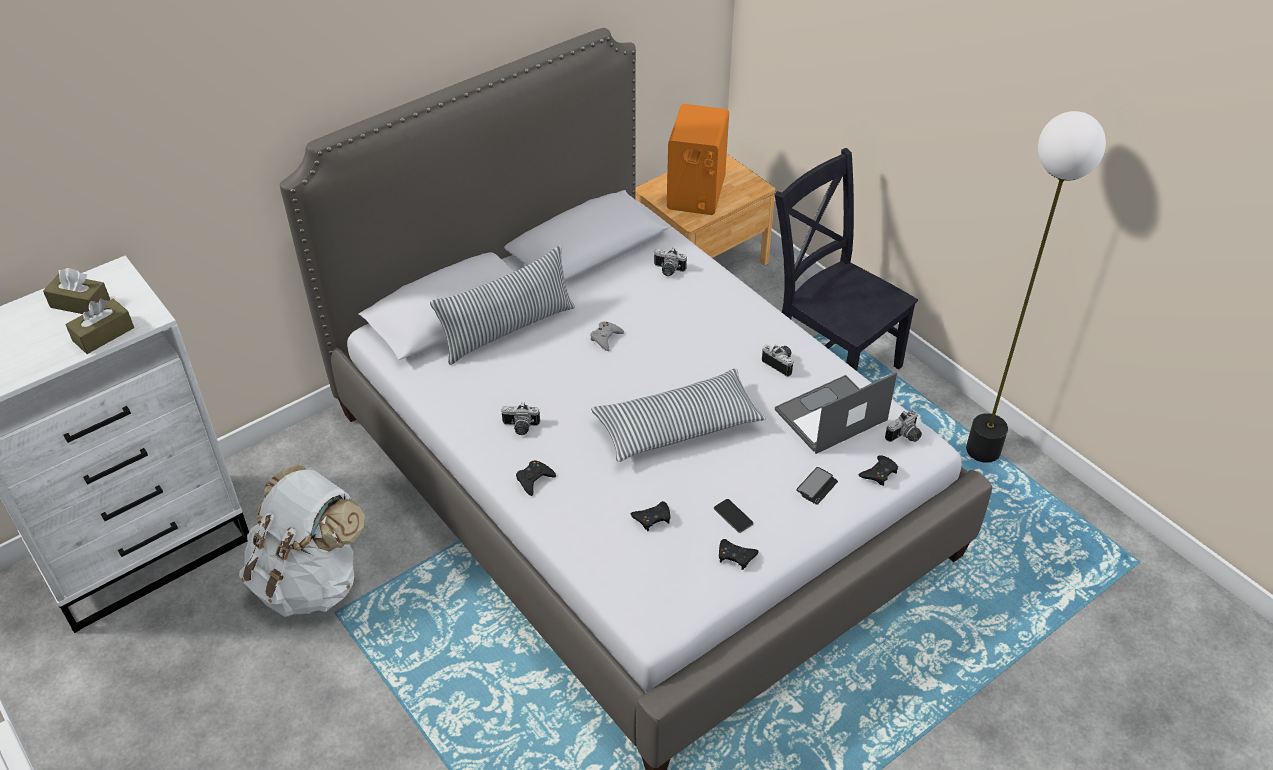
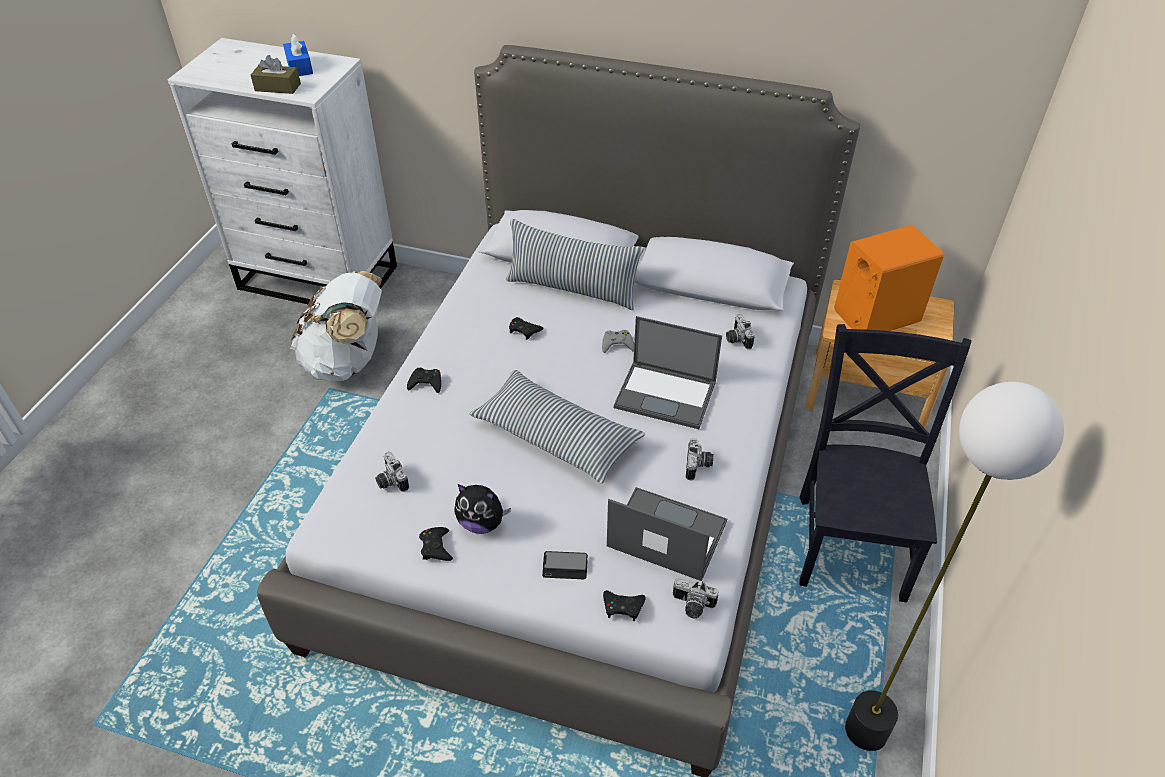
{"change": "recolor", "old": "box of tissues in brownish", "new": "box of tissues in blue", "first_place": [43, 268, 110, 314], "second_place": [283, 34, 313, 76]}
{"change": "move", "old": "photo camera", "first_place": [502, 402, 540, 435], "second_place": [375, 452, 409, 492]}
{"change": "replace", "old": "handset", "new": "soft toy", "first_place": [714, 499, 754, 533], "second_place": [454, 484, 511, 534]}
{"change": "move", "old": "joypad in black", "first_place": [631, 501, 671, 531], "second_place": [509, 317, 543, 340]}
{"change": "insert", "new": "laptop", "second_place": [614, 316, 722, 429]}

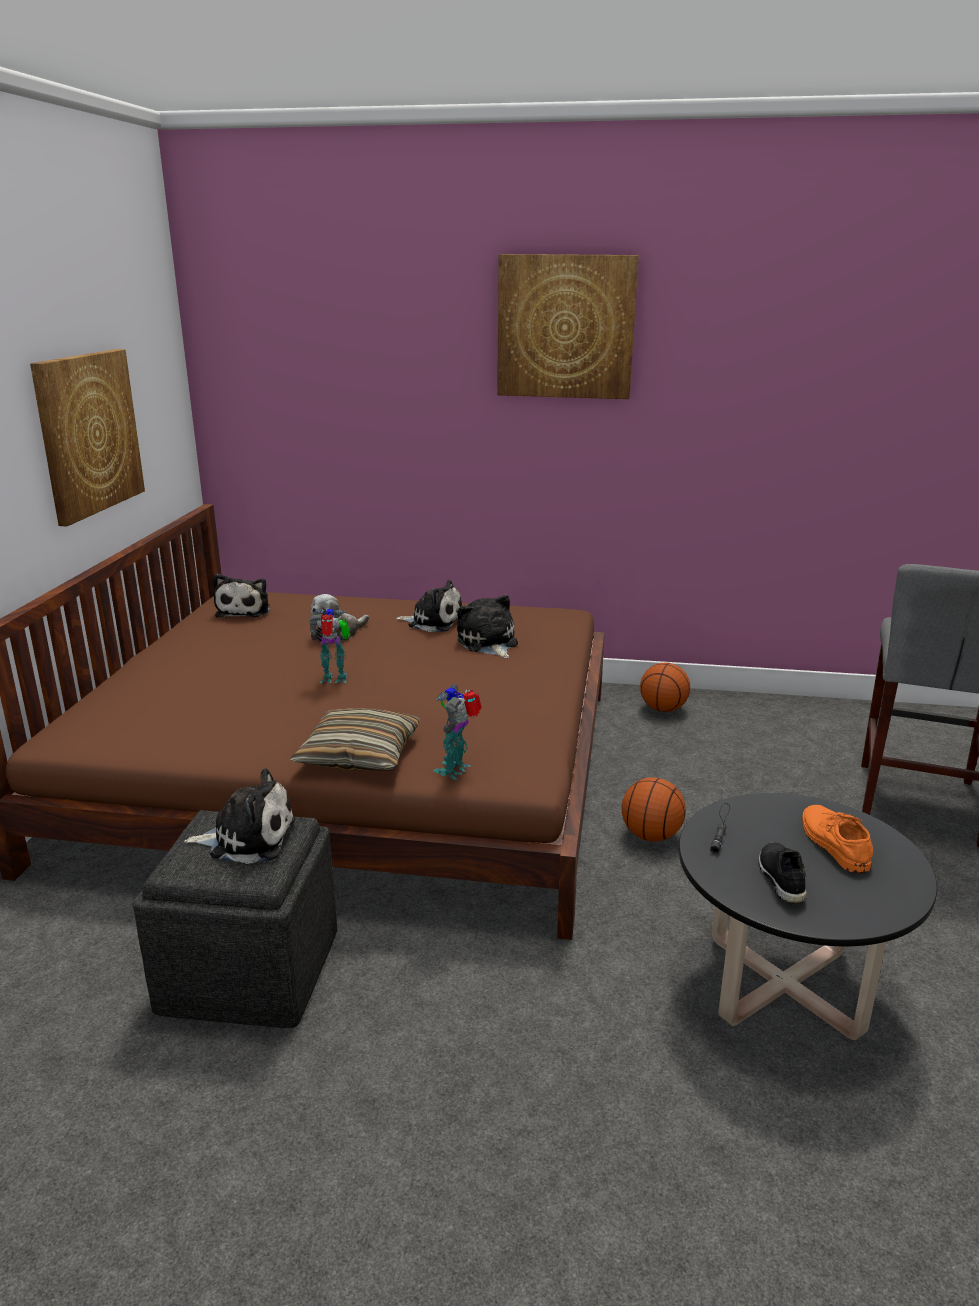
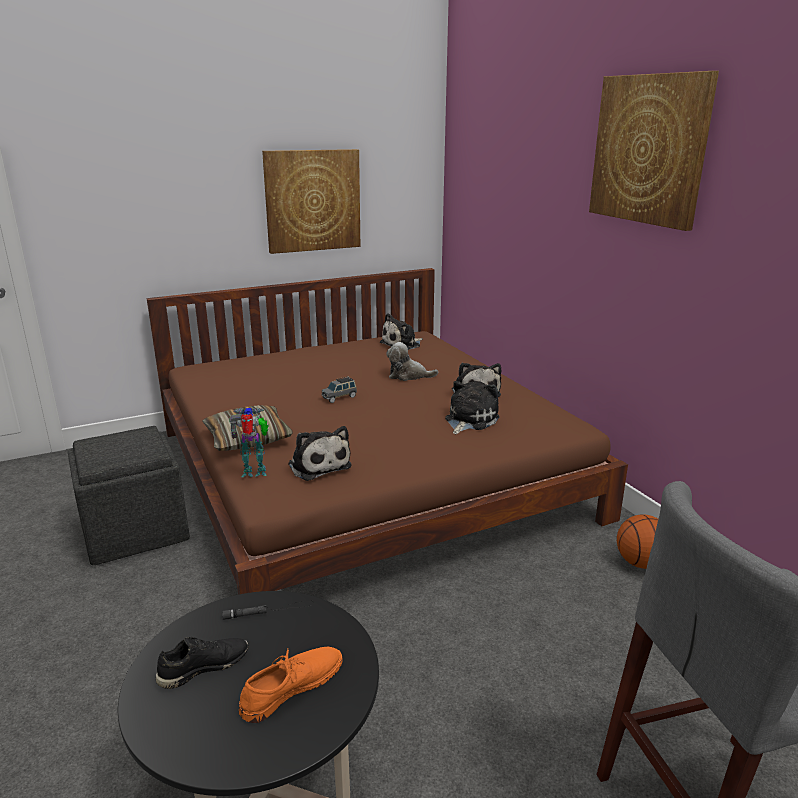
{"change": "move", "old": "soft toy", "first_place": [184, 768, 295, 864], "second_place": [288, 426, 352, 481]}
{"change": "replace", "old": "toy robot", "new": "toy car in grey", "first_place": [309, 608, 350, 683], "second_place": [322, 376, 357, 403]}
{"change": "delete", "old": "ball for basketball", "first_place": [622, 777, 686, 842]}

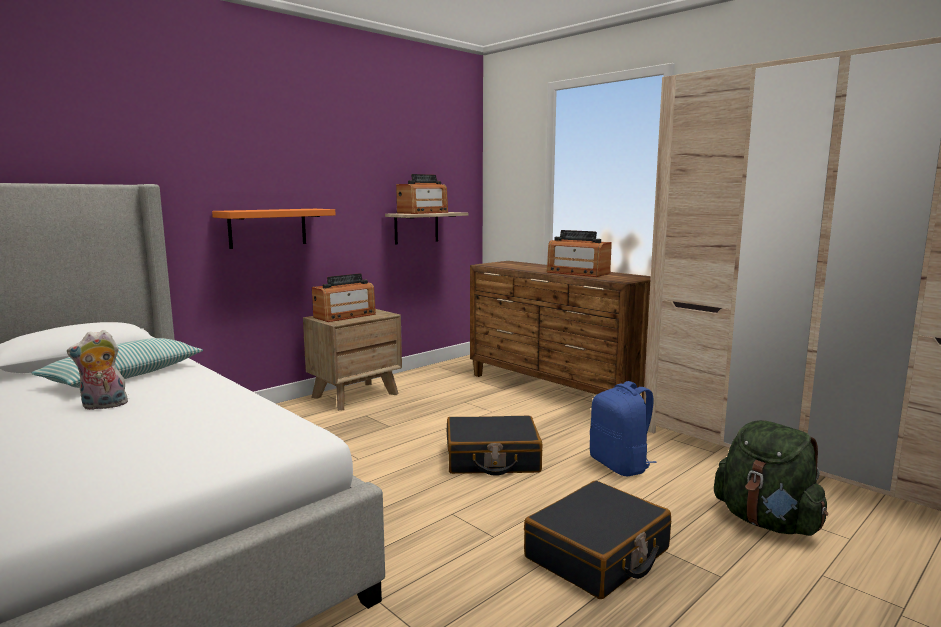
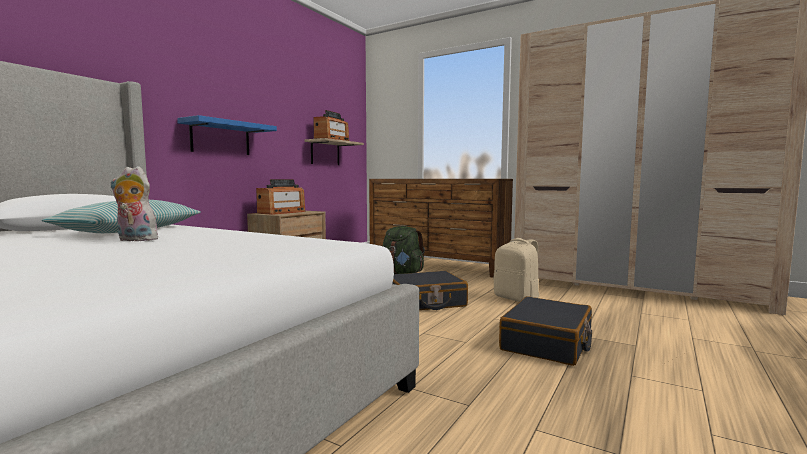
{"change": "rotate", "old": "soft toy", "first_place": [67, 330, 128, 410], "second_place": [110, 166, 158, 241], "degrees": 45}
{"change": "recolor", "old": "shelf in orange-coloured", "new": "shelf in blue", "first_place": [212, 209, 335, 249], "second_place": [177, 115, 277, 155]}
{"change": "move", "old": "backpack in greenish", "first_place": [714, 420, 828, 536], "second_place": [383, 226, 425, 274]}
{"change": "recolor", "old": "backpack in blue", "new": "backpack in beige-coloured", "first_place": [590, 381, 657, 476], "second_place": [493, 238, 540, 302]}
{"change": "delete", "old": "radio set", "first_place": [547, 230, 612, 277]}

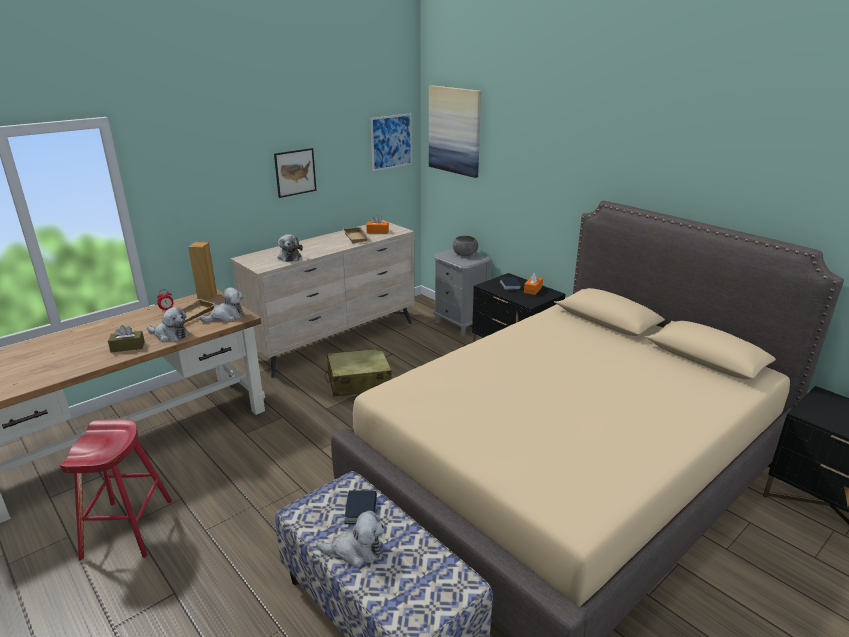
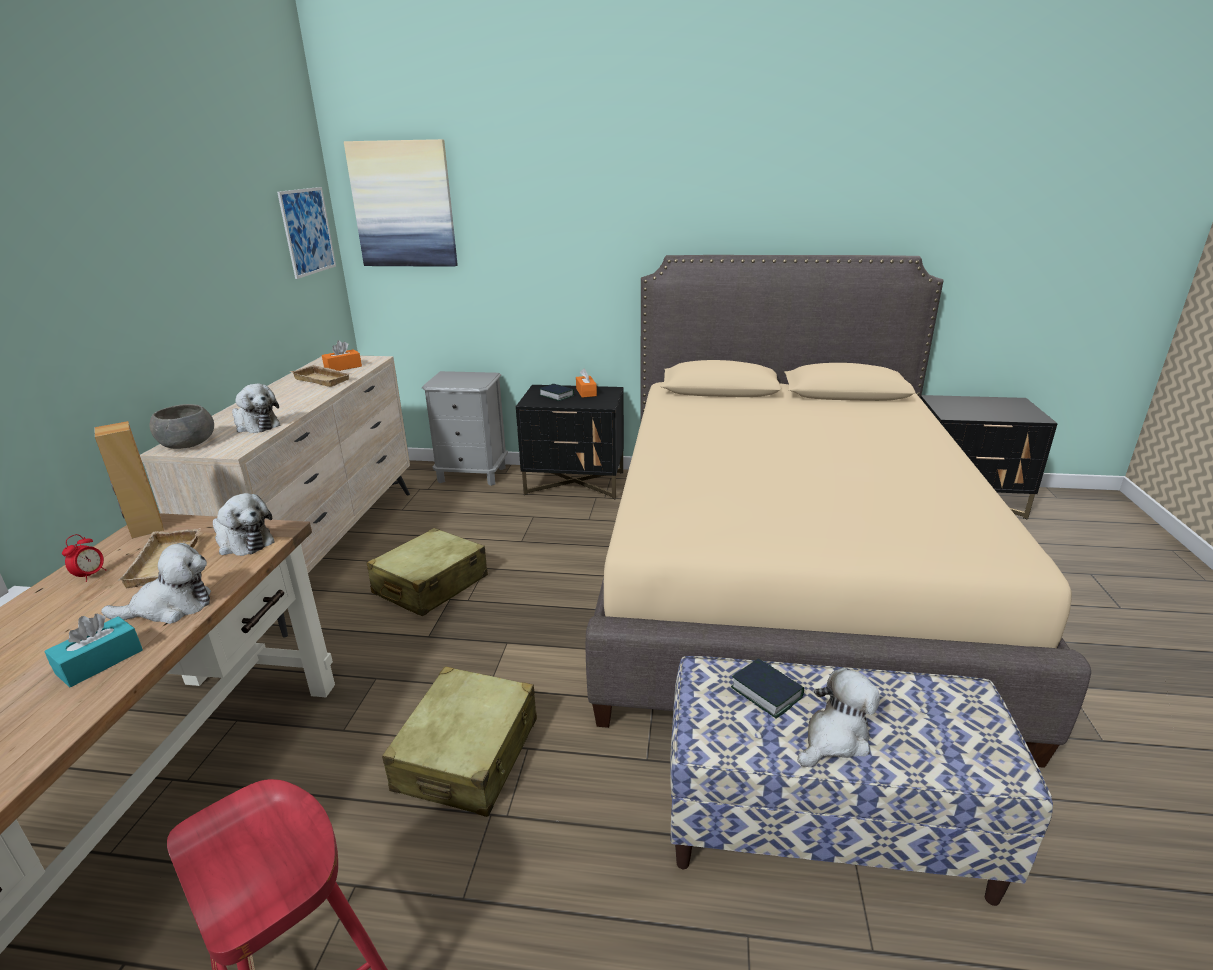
{"change": "recolor", "old": "box of tissues in brownish", "new": "box of tissues in blue-green", "first_place": [108, 325, 145, 352], "second_place": [44, 614, 143, 687]}
{"change": "move", "old": "deep dish in grey", "first_place": [453, 236, 478, 256], "second_place": [149, 404, 214, 449]}
{"change": "rotate", "old": "soft toy", "first_place": [200, 287, 244, 322], "second_place": [213, 493, 275, 556], "degrees": 105}
{"change": "insert", "new": "travel case in beige-coloured", "second_place": [382, 666, 537, 817]}
{"change": "delete", "old": "wall art", "first_place": [274, 148, 317, 198]}

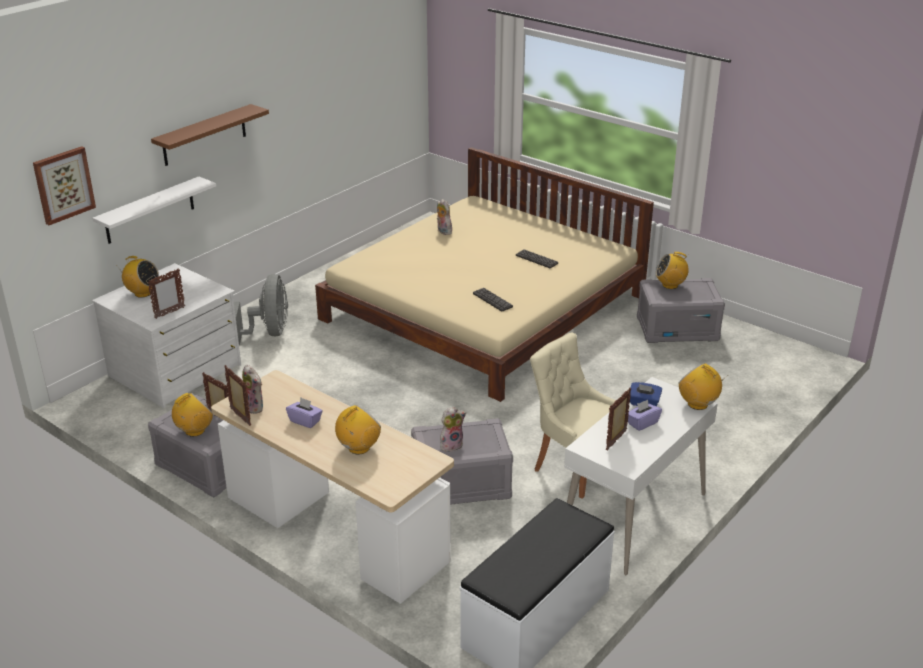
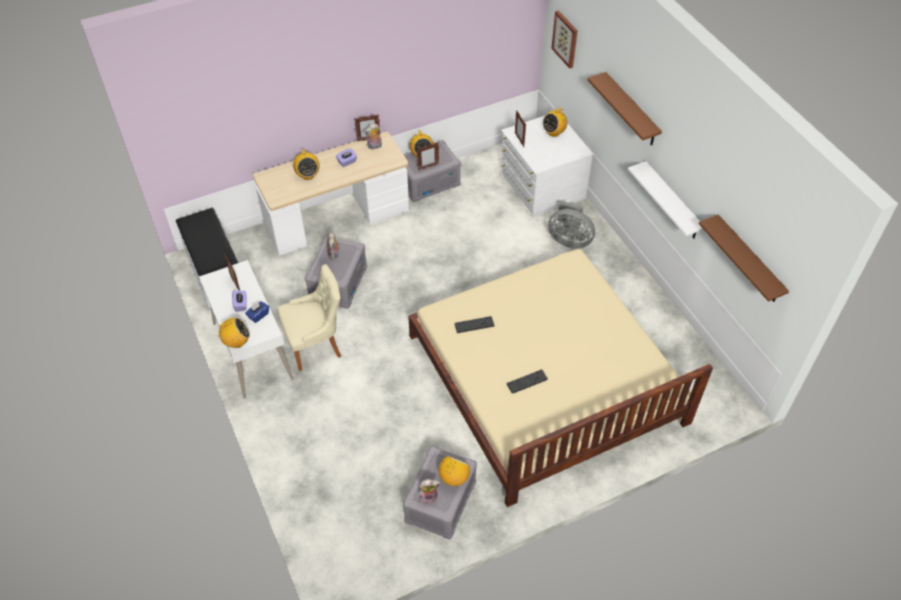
{"change": "move", "old": "soft toy", "first_place": [437, 199, 452, 235], "second_place": [419, 479, 440, 504]}
{"change": "move", "old": "shelf in white", "first_place": [92, 177, 216, 244], "second_place": [628, 161, 704, 239]}
{"change": "insert", "new": "shelf in brownish", "second_place": [699, 214, 789, 302]}

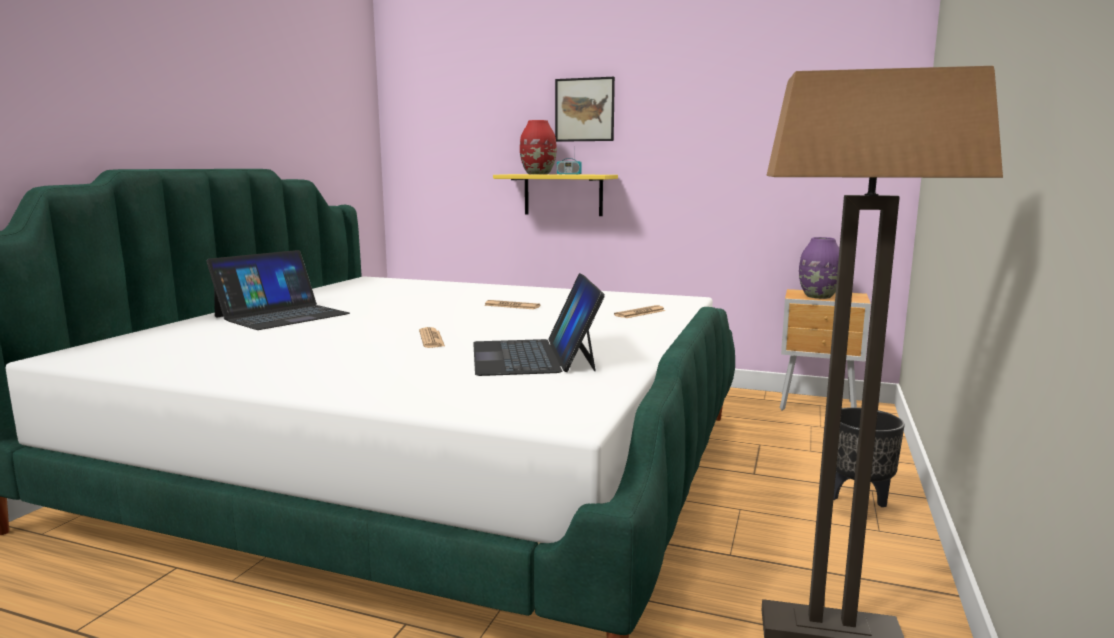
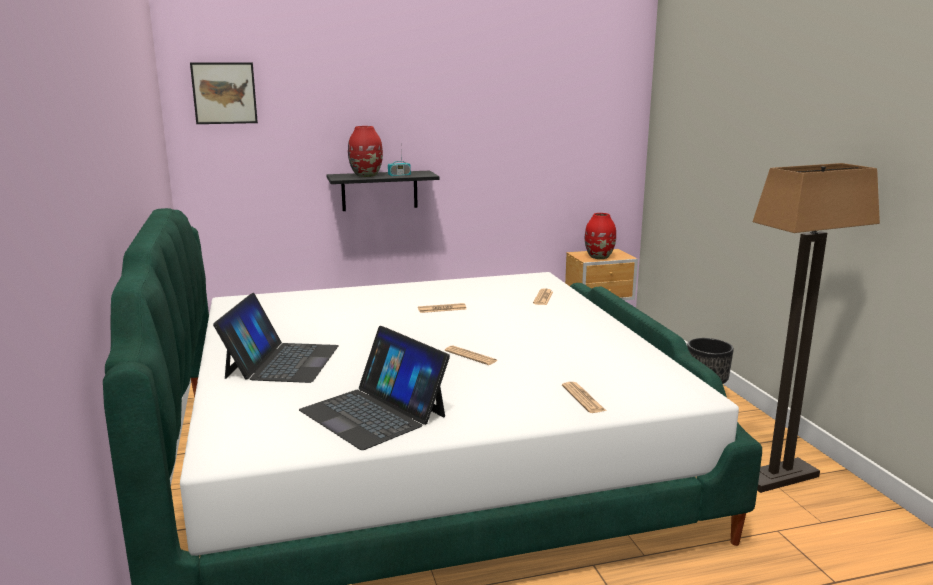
{"change": "move", "old": "wall art", "first_place": [555, 77, 615, 142], "second_place": [190, 63, 258, 124]}
{"change": "move", "old": "laptop", "first_place": [473, 273, 605, 376], "second_place": [299, 326, 450, 450]}
{"change": "recolor", "old": "shelf in yellowish", "new": "shelf in black", "first_place": [493, 174, 618, 216], "second_place": [327, 171, 439, 211]}
{"change": "insert", "new": "daily paper", "second_place": [562, 382, 606, 413]}
{"change": "recolor", "old": "flower vase in purple", "new": "flower vase in red-coloured", "first_place": [799, 237, 839, 299], "second_place": [585, 213, 616, 259]}

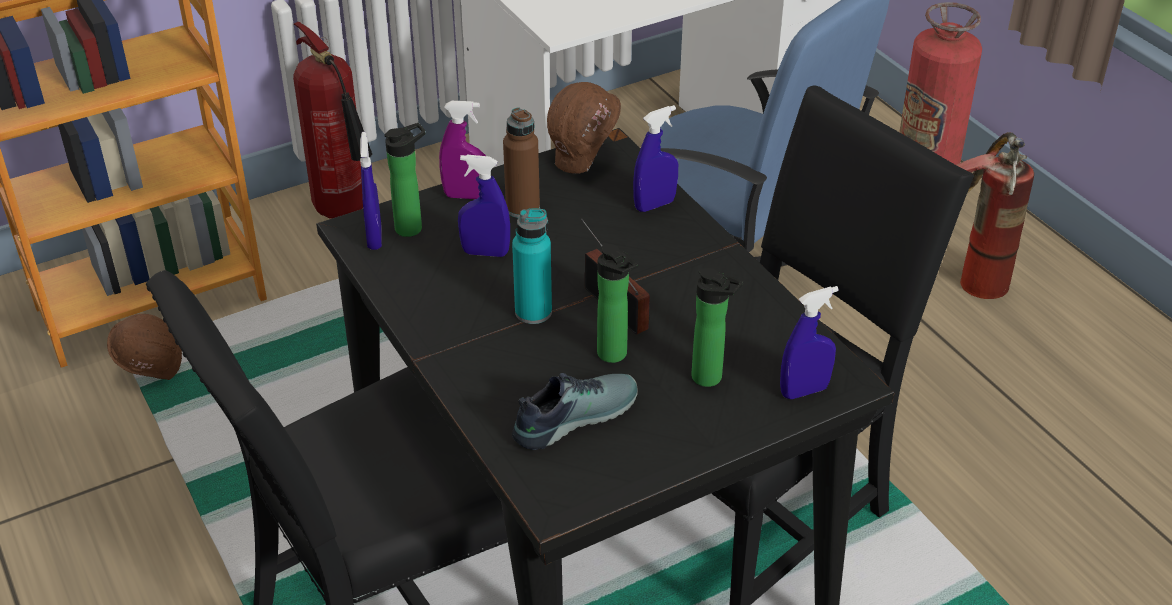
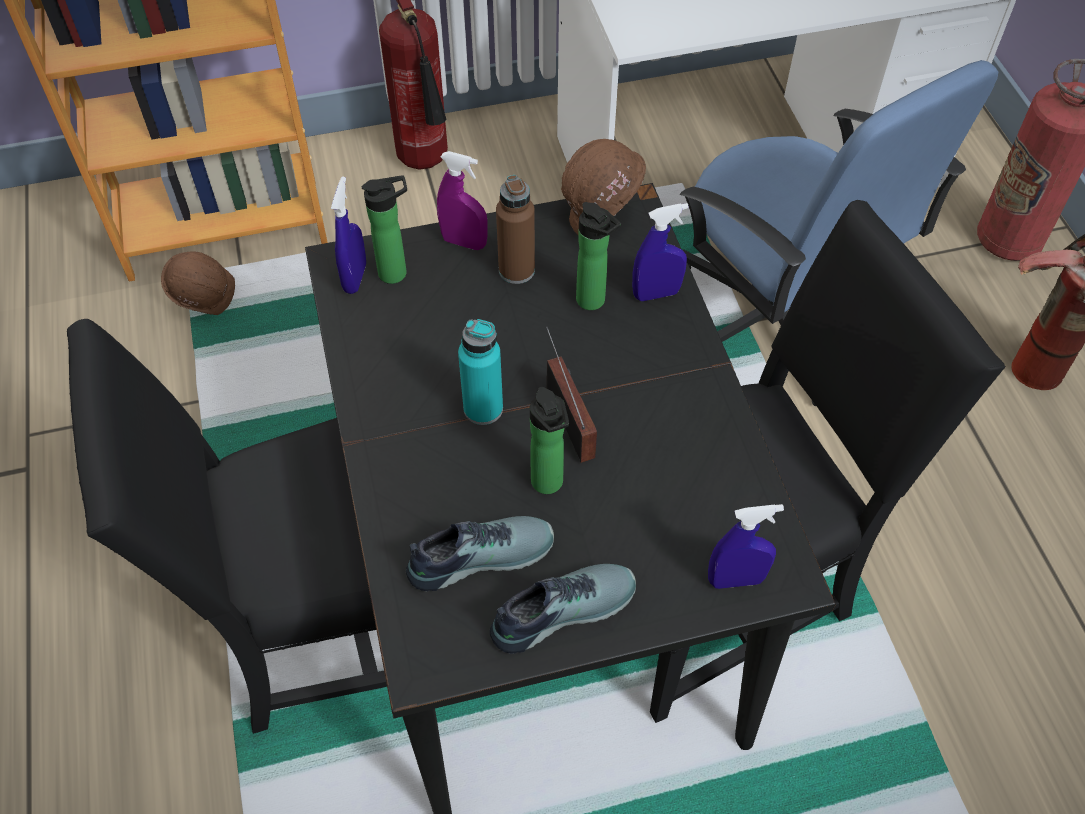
{"change": "insert", "new": "item of footwear", "second_place": [490, 564, 636, 654]}
{"change": "move", "old": "bottle", "first_place": [691, 268, 743, 387], "second_place": [576, 202, 621, 310]}
{"change": "delete", "old": "sprayer in blue", "first_place": [458, 155, 510, 257]}

